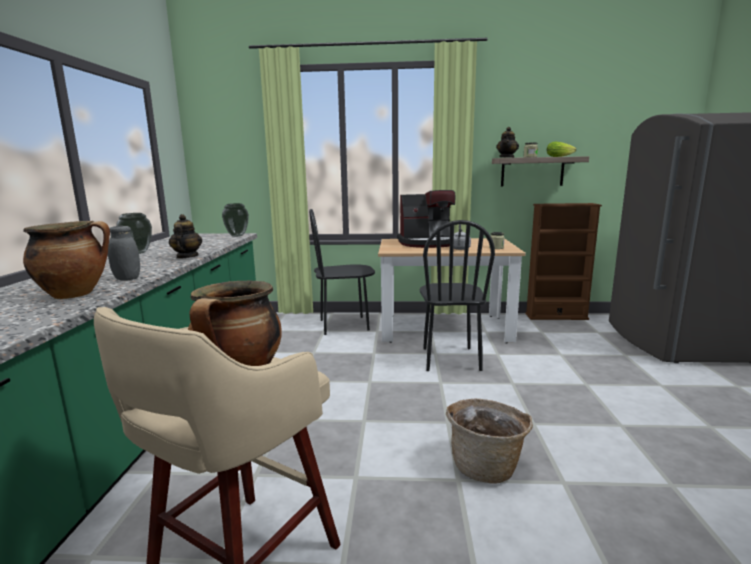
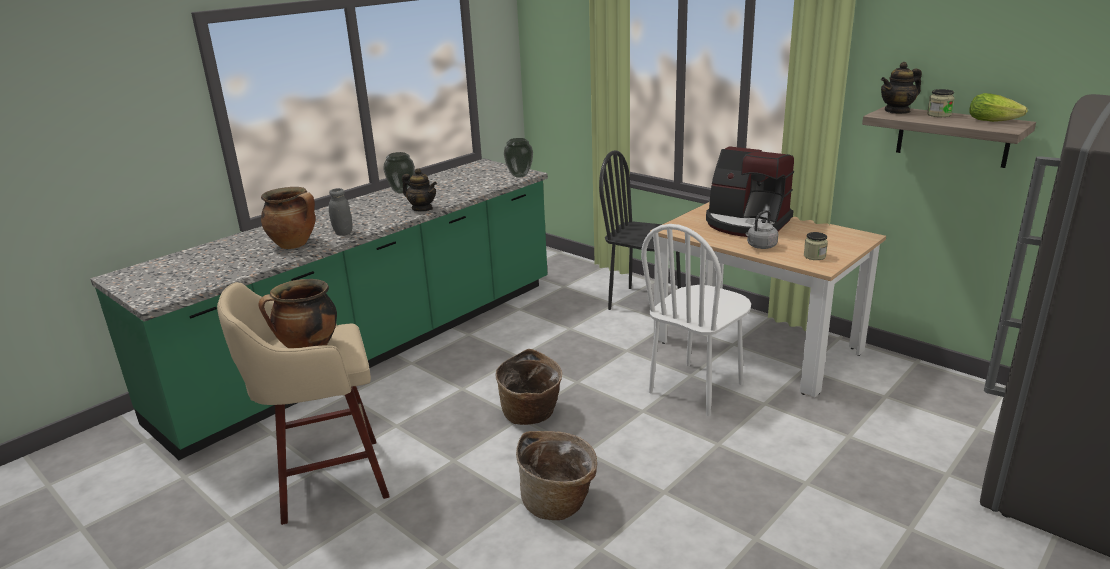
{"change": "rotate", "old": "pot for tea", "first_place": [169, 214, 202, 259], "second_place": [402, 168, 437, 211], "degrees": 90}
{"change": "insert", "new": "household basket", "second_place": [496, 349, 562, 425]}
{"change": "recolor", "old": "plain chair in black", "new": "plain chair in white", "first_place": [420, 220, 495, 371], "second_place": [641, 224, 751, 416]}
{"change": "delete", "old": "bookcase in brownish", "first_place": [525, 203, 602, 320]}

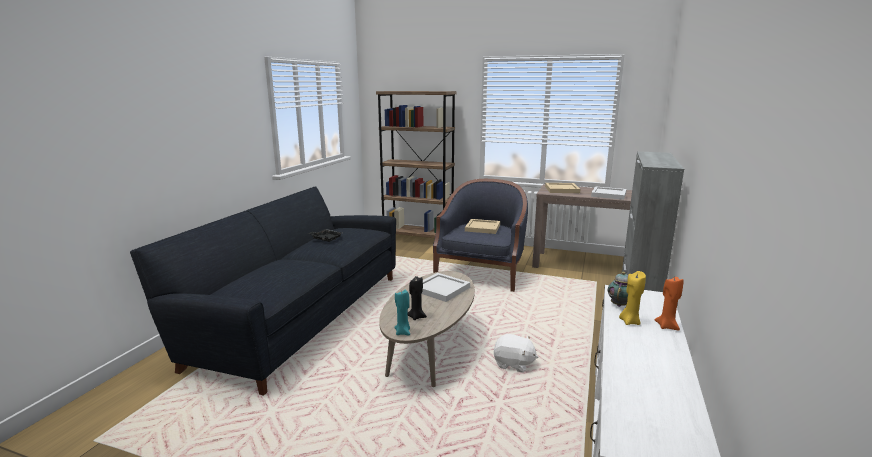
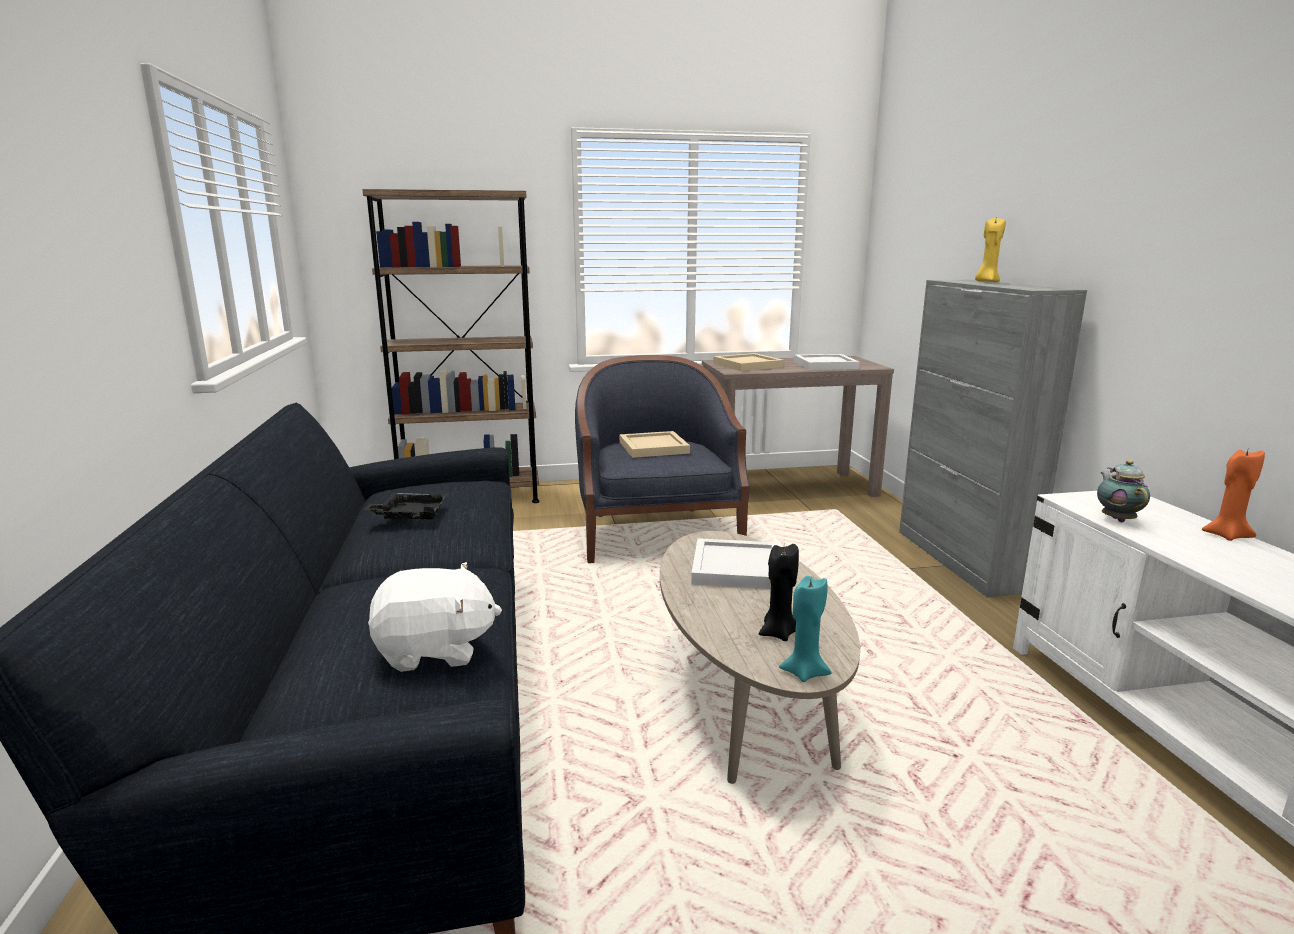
{"change": "move", "old": "soft toy in white", "first_place": [494, 334, 538, 373], "second_place": [368, 562, 502, 672]}
{"change": "move", "old": "wax candle in yellowish", "first_place": [619, 271, 646, 325], "second_place": [975, 218, 1006, 282]}

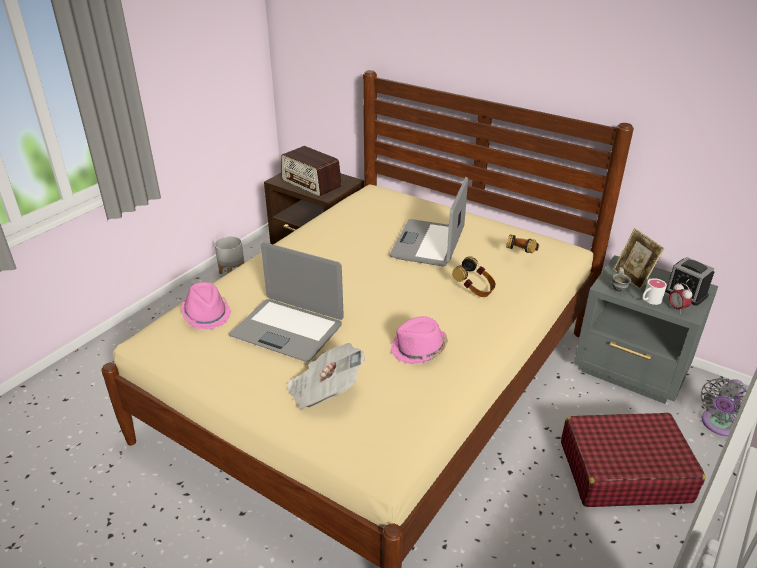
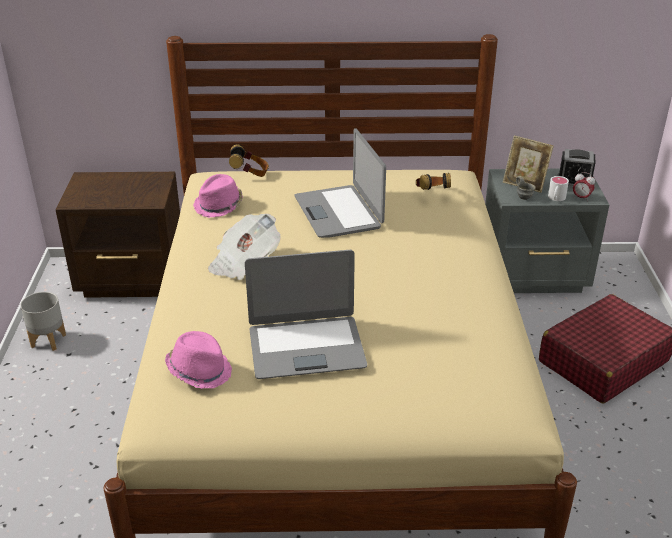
{"change": "move", "old": "wearable hat in pink-coloured", "first_place": [391, 316, 448, 364], "second_place": [193, 174, 243, 218]}
{"change": "move", "old": "daily paper", "first_place": [286, 343, 365, 410], "second_place": [208, 214, 281, 280]}
{"change": "move", "old": "headphones", "first_place": [452, 256, 496, 297], "second_place": [229, 145, 269, 177]}
{"change": "delete", "old": "radio set", "first_place": [281, 146, 342, 197]}
{"change": "delete", "old": "electric fan in grey", "first_place": [701, 378, 747, 436]}

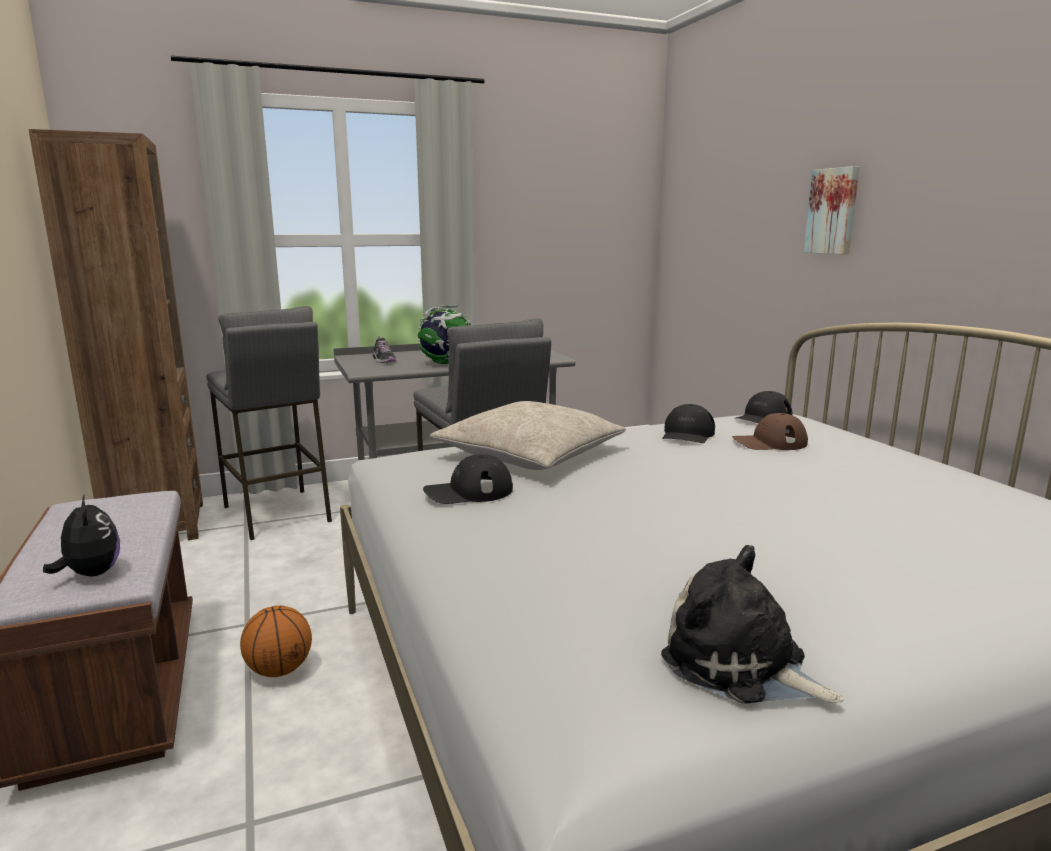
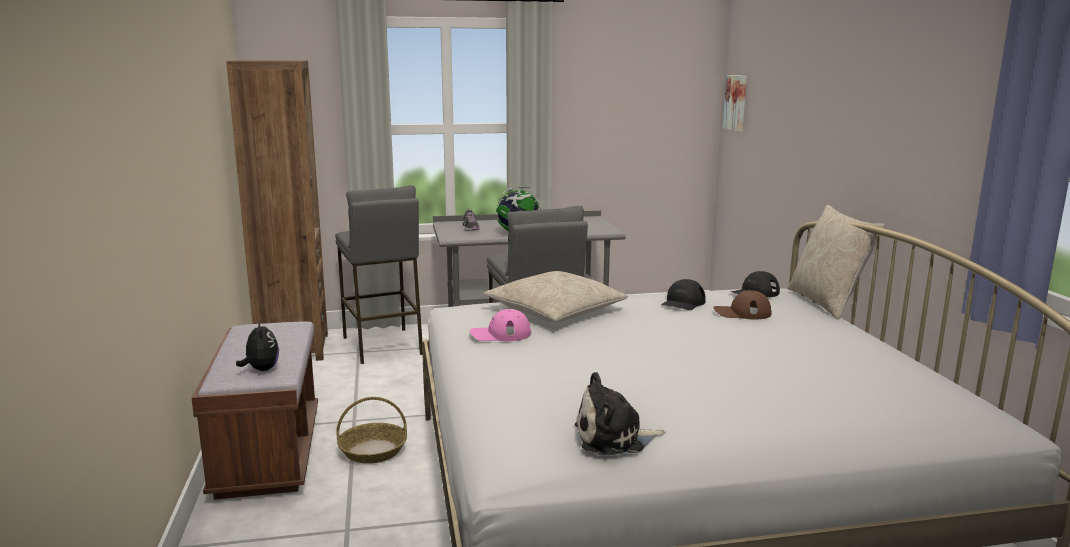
{"change": "replace", "old": "ball for basketball", "new": "household basket", "first_place": [240, 605, 312, 677], "second_place": [336, 397, 407, 464]}
{"change": "recolor", "old": "peaked cap in black", "new": "peaked cap in pink-coloured", "first_place": [423, 454, 513, 504], "second_place": [470, 309, 531, 341]}
{"change": "rotate", "old": "soft toy", "first_place": [661, 545, 844, 704], "second_place": [575, 372, 666, 455], "degrees": -60}
{"change": "move", "old": "wall art", "first_place": [804, 166, 860, 254], "second_place": [723, 75, 747, 132]}
{"change": "insert", "new": "cushion in beige-coloured", "second_place": [787, 205, 885, 320]}

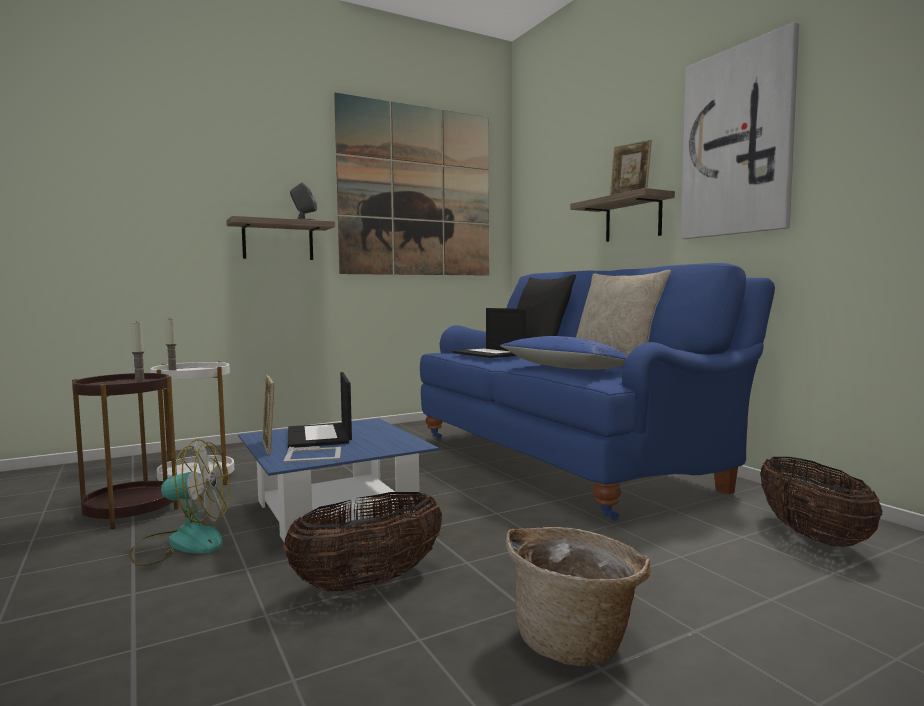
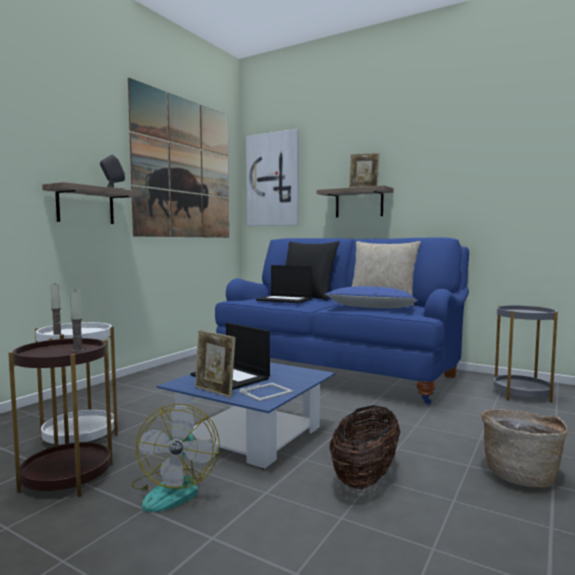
{"change": "rotate", "old": "electric fan", "first_place": [129, 439, 230, 566], "second_place": [132, 404, 220, 512], "degrees": 120}
{"change": "move", "old": "wall art", "first_place": [681, 22, 799, 239], "second_place": [246, 129, 299, 226]}
{"change": "replace", "old": "household basket", "new": "accent table in grey", "first_place": [760, 457, 882, 547], "second_place": [494, 305, 558, 402]}

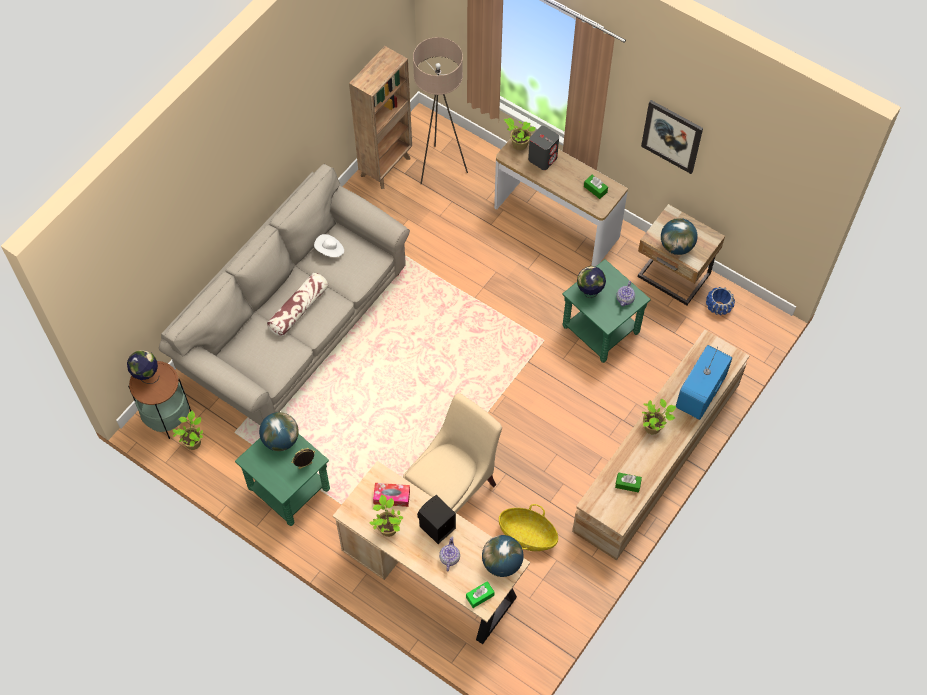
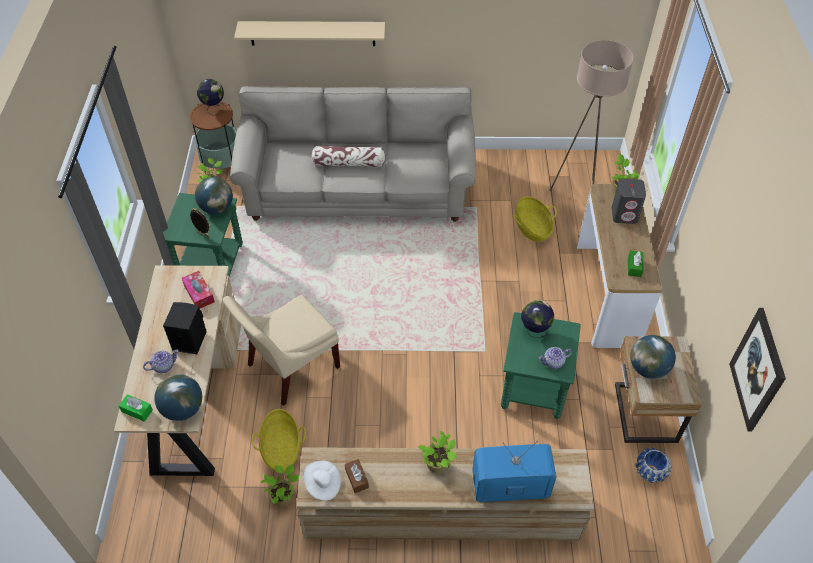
{"change": "rotate", "old": "plain chair in beige-coloured", "first_place": [403, 393, 502, 513], "second_place": [223, 295, 340, 406], "degrees": 135}
{"change": "insert", "new": "shelf in beige-coloured", "second_place": [234, 21, 385, 46]}
{"change": "move", "old": "houseplant", "first_place": [369, 495, 403, 537], "second_place": [261, 464, 299, 507]}
{"change": "move", "old": "wearable hat in white", "first_place": [314, 234, 344, 257], "second_place": [304, 461, 341, 501]}
{"change": "recolor", "old": "box of tissues in greenish", "new": "box of tissues in brownish", "first_place": [615, 472, 642, 492], "second_place": [345, 459, 369, 493]}
{"change": "insert", "new": "household basket", "second_place": [514, 197, 557, 242]}
{"change": "move", "old": "wall art", "first_place": [641, 100, 703, 174], "second_place": [729, 308, 786, 431]}
{"change": "delete", "old": "bookcase in brownish", "first_place": [349, 46, 412, 189]}

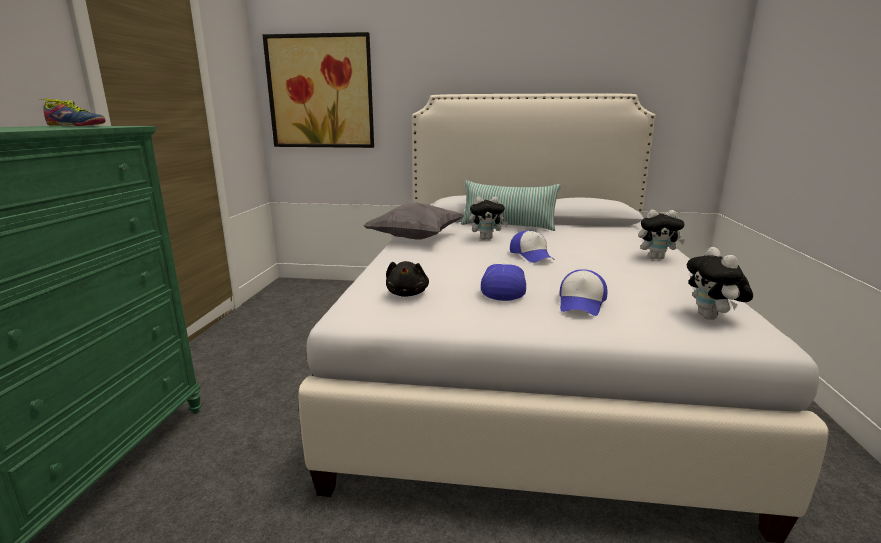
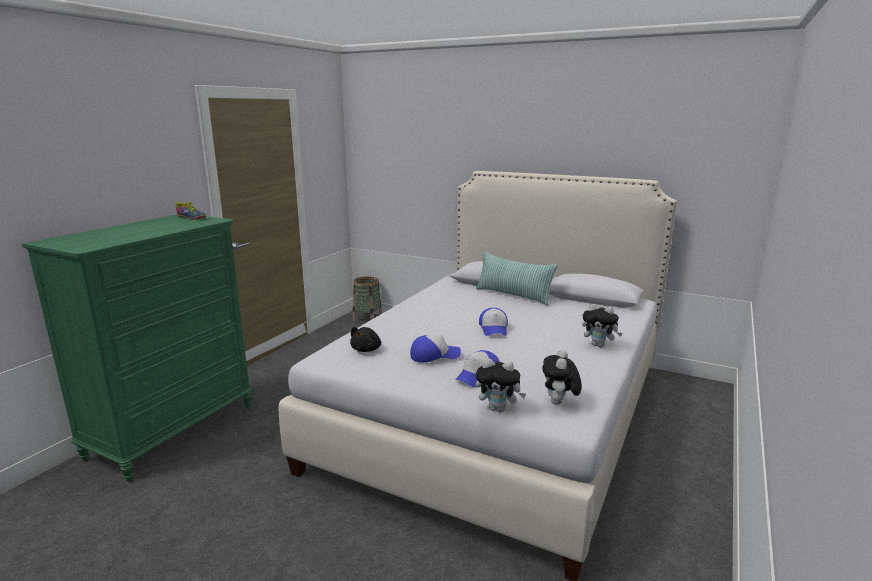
{"change": "insert", "new": "household basket", "second_place": [353, 277, 382, 321]}
{"change": "rotate", "old": "peaked cap", "first_place": [481, 259, 526, 301], "second_place": [410, 335, 461, 363], "degrees": 45}
{"change": "move", "old": "soft toy", "first_place": [469, 197, 508, 240], "second_place": [476, 358, 526, 412]}
{"change": "delete", "old": "wall art", "first_place": [262, 32, 374, 148]}
{"change": "delete", "old": "cushion in grey", "first_place": [363, 203, 463, 240]}

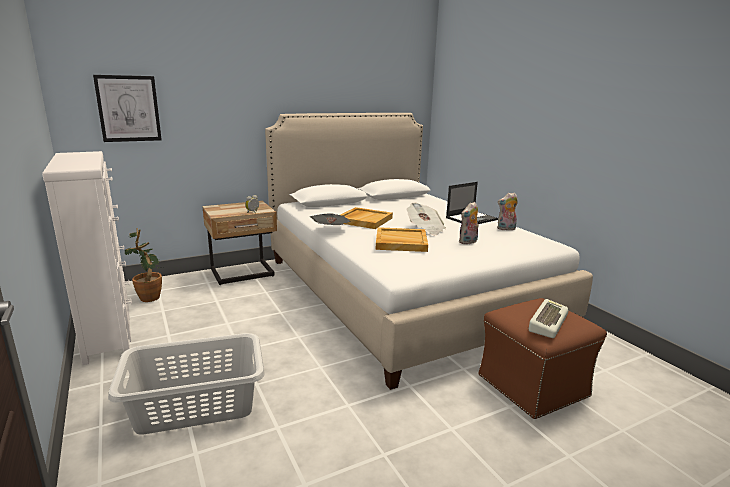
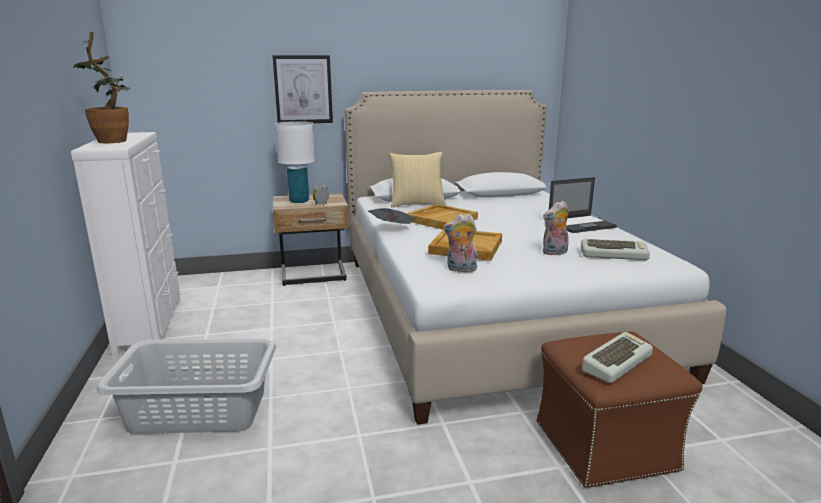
{"change": "move", "old": "houseplant", "first_place": [125, 228, 162, 302], "second_place": [73, 32, 131, 143]}
{"change": "move", "old": "wall art", "first_place": [93, 75, 162, 142], "second_place": [272, 55, 333, 123]}
{"change": "insert", "new": "lamp for a table in white", "second_place": [275, 121, 315, 203]}
{"change": "insert", "new": "cushion", "second_place": [389, 152, 446, 207]}
{"change": "move", "old": "soft toy", "first_place": [497, 193, 518, 230], "second_place": [443, 214, 478, 272]}
{"change": "insert", "new": "computer keyboard", "second_place": [581, 239, 650, 260]}
{"change": "delete", "old": "daily paper", "first_place": [406, 203, 446, 235]}

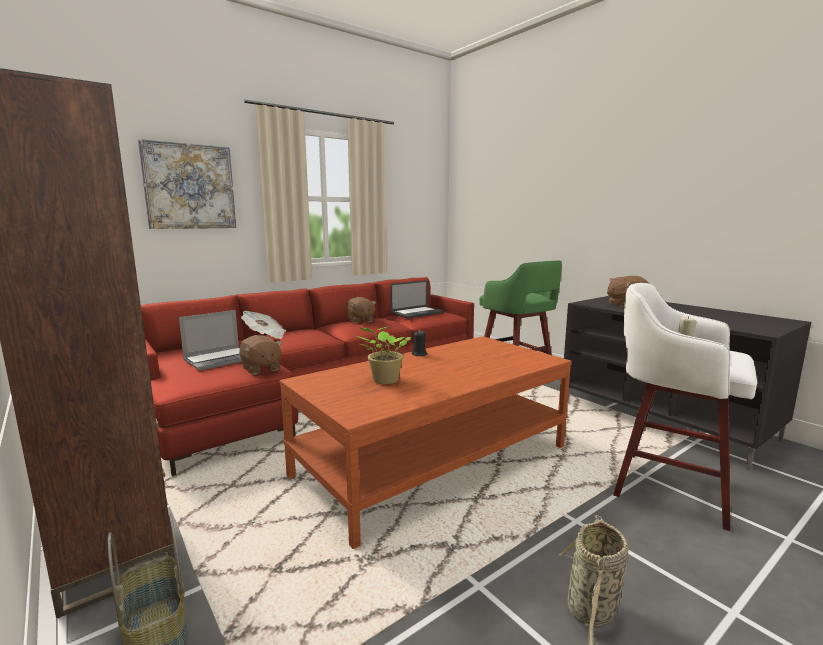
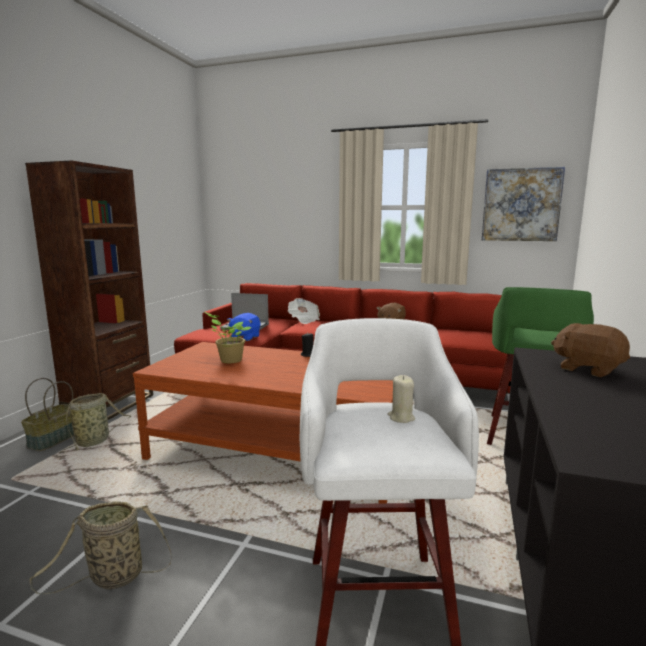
{"change": "insert", "new": "household basket", "second_place": [60, 393, 131, 453]}
{"change": "recolor", "old": "soft toy in brownish", "new": "soft toy in blue", "first_place": [239, 335, 283, 375], "second_place": [227, 313, 261, 341]}
{"change": "move", "old": "wall art", "first_place": [138, 139, 236, 229], "second_place": [482, 167, 565, 241]}
{"change": "delete", "old": "laptop", "first_place": [391, 280, 444, 318]}

